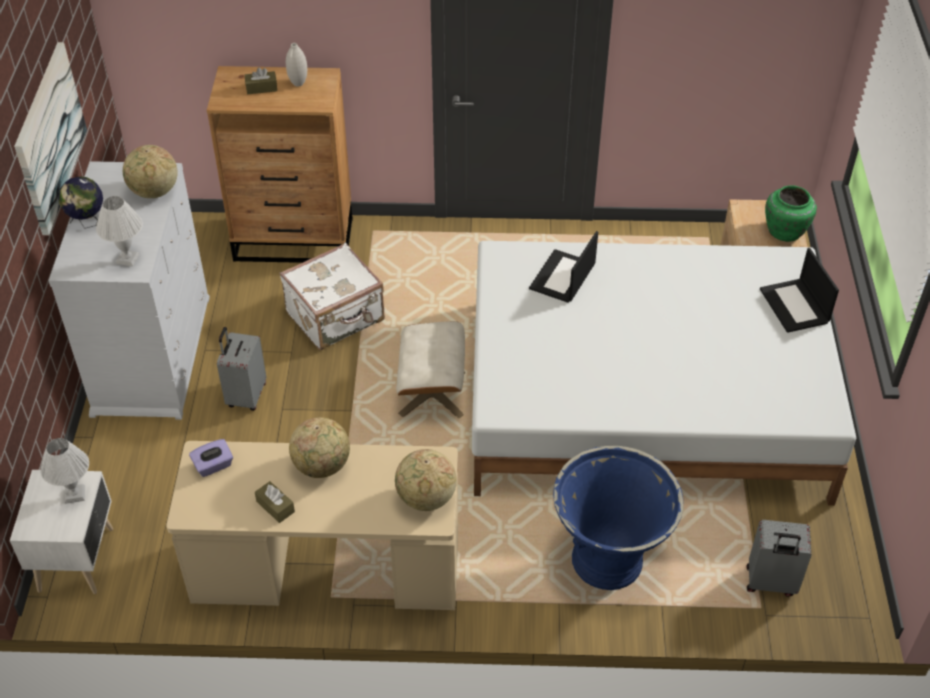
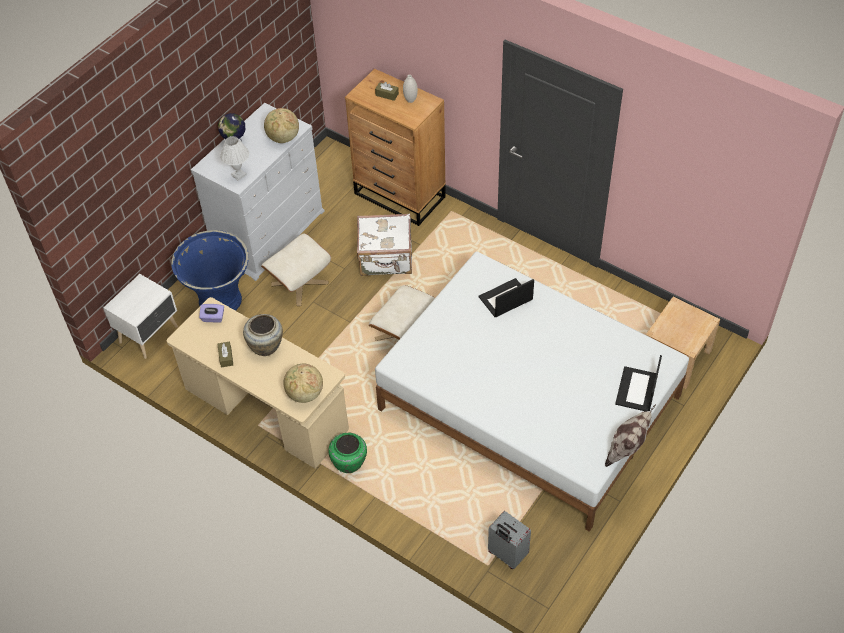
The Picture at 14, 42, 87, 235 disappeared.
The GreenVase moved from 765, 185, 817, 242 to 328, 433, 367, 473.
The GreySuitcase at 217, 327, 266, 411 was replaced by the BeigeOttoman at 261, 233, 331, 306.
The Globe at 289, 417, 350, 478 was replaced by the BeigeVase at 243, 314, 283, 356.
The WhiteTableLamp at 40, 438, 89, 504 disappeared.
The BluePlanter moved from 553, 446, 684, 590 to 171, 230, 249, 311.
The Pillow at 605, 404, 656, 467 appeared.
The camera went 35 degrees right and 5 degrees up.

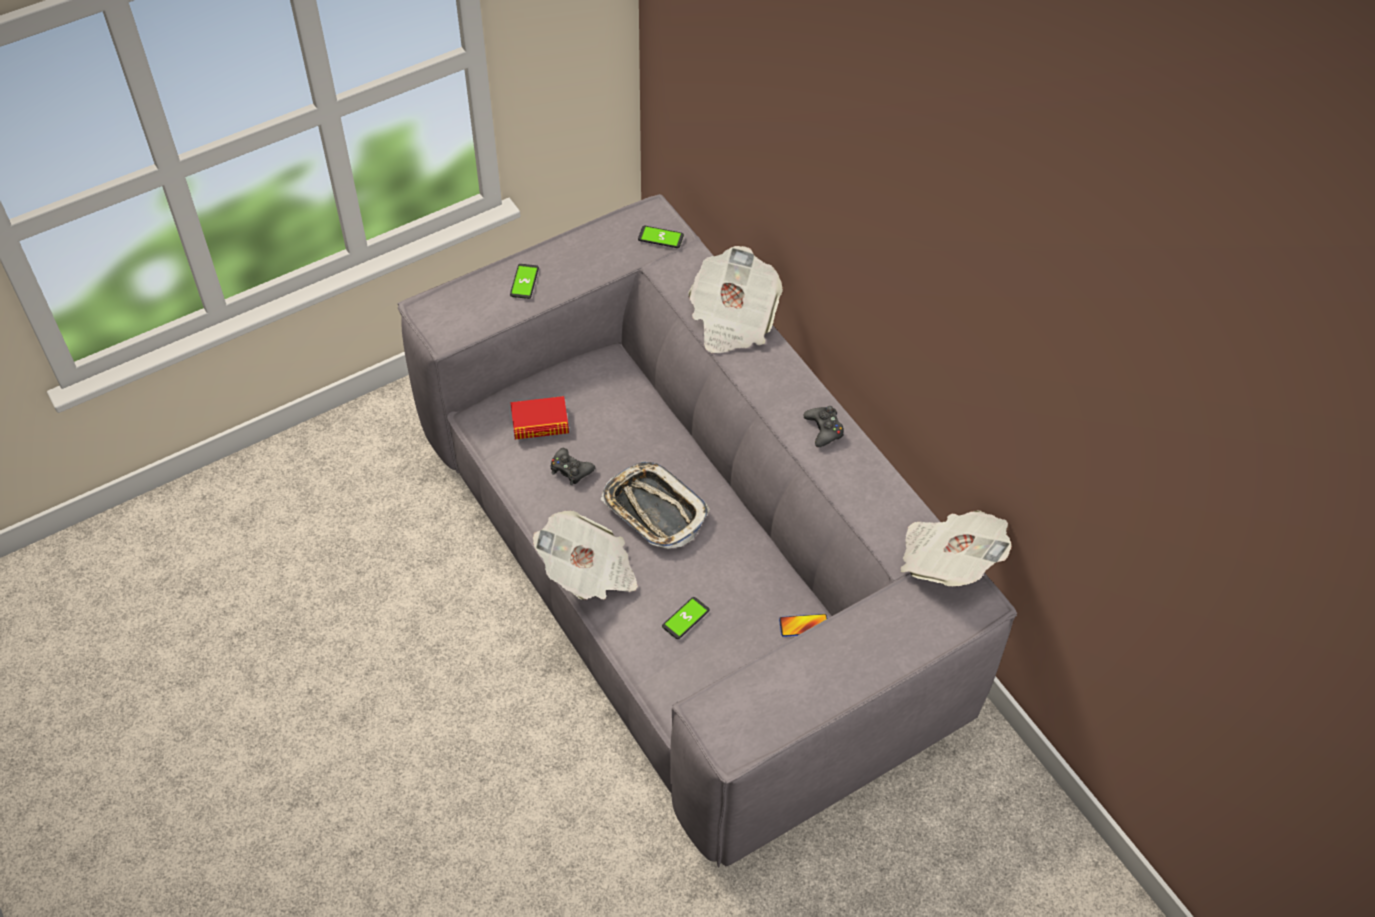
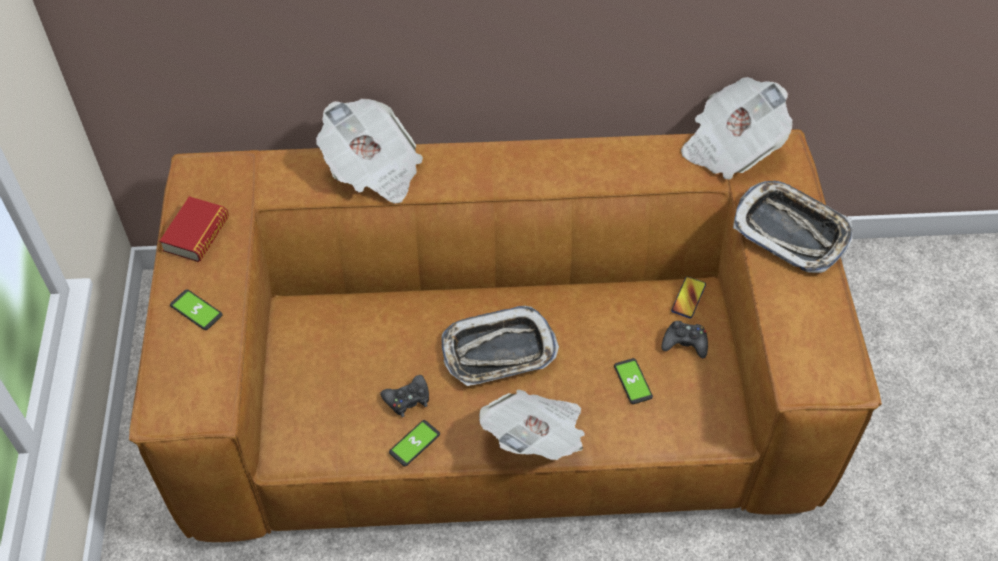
The GreySofa at 397, 194, 1017, 868 became the BrownSofa at 129, 129, 882, 542.
The Phone moved from 638, 226, 684, 248 to 389, 420, 440, 466.
The Book moved from 510, 396, 569, 440 to 159, 196, 229, 262.
The BlackGameController moved from 803, 406, 844, 447 to 662, 321, 708, 358.
The Tray at 733, 181, 853, 273 appeared.
The camera went 60 degrees left and 0 degrees up.

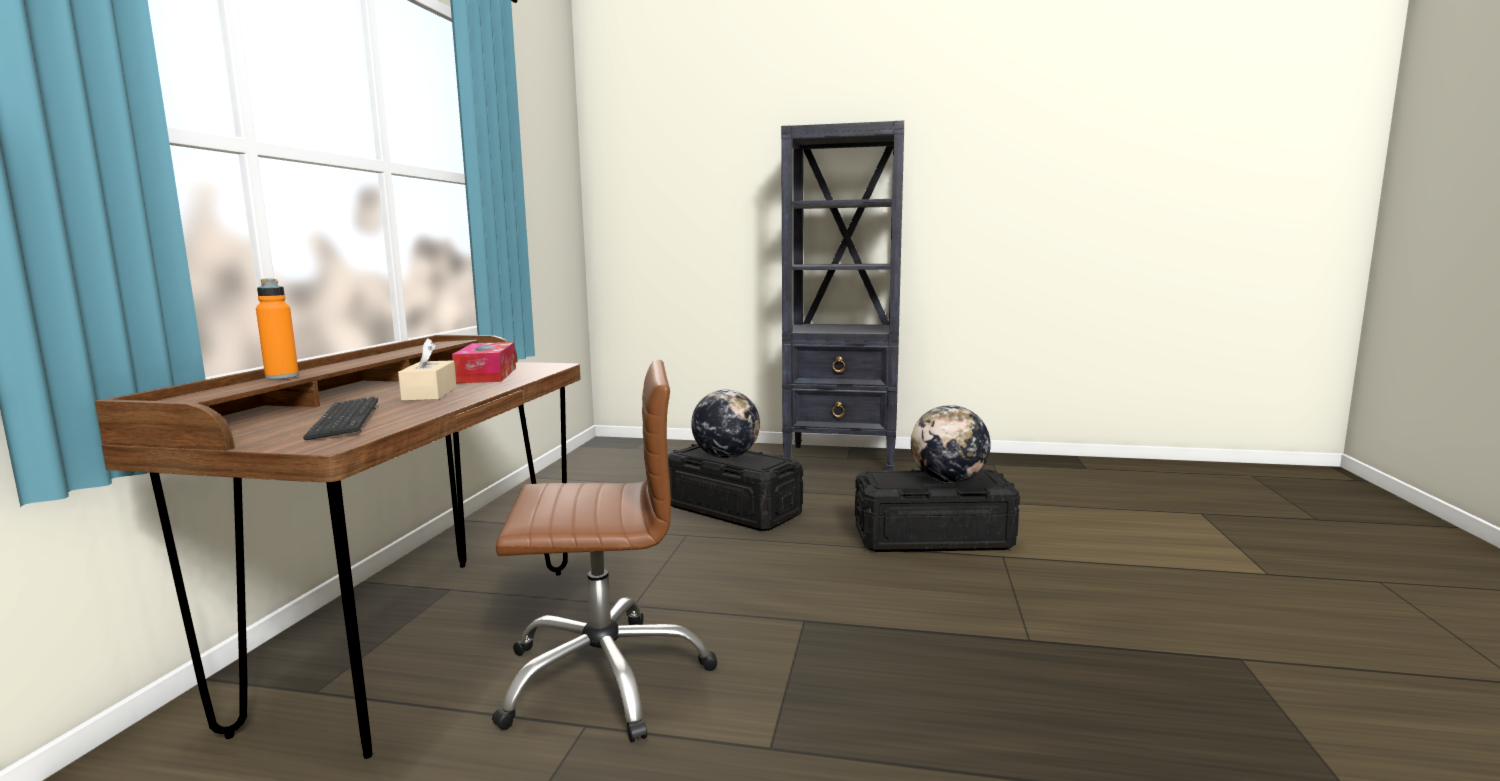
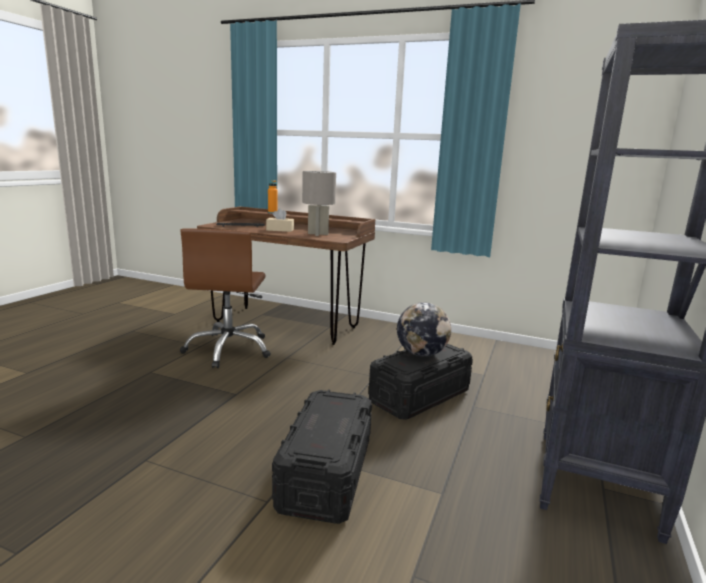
The TissueBox at 452, 342, 516, 383 was replaced by the GreyTableLamp at 302, 171, 336, 236.
The Globe at 911, 405, 991, 483 disappeared.
The camera went 100 degrees right and 5 degrees up.

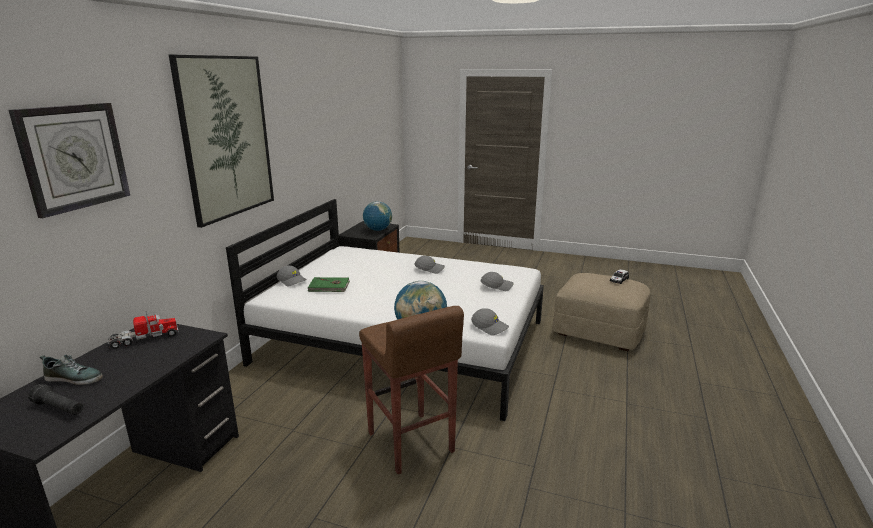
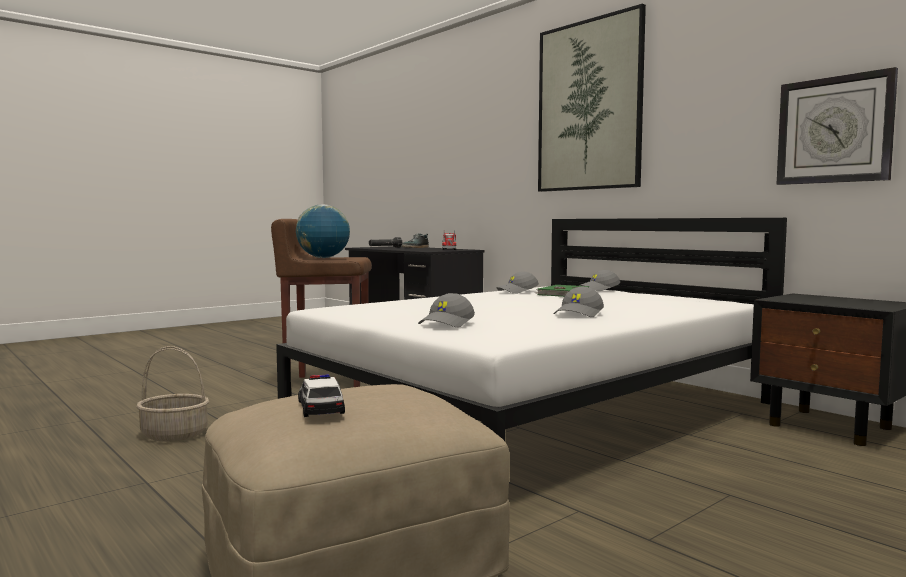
The WallClock moved from 8, 103, 130, 218 to 776, 67, 898, 185.
The Globe at 363, 201, 392, 231 disappeared.
The GreyCap moved from 471, 308, 509, 336 to 496, 271, 539, 294.
The Basket at 137, 346, 209, 441 appeared.
The camera went 120 degrees right and 15 degrees down.

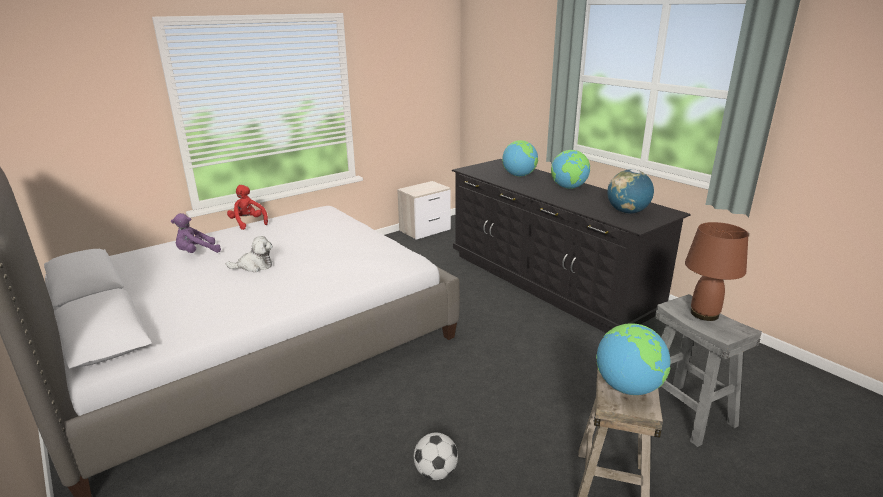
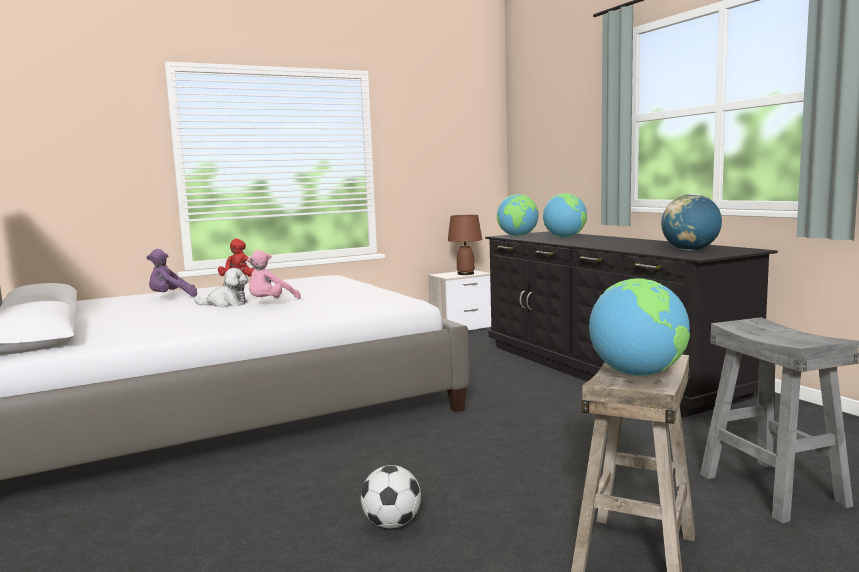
The Globe moved from 551, 150, 590, 189 to 497, 194, 539, 236.
The BrownTableLamp moved from 685, 222, 749, 321 to 448, 215, 482, 275.
The PinkPlushToy at 247, 250, 301, 299 appeared.
The camera went 10 degrees right and 15 degrees down.

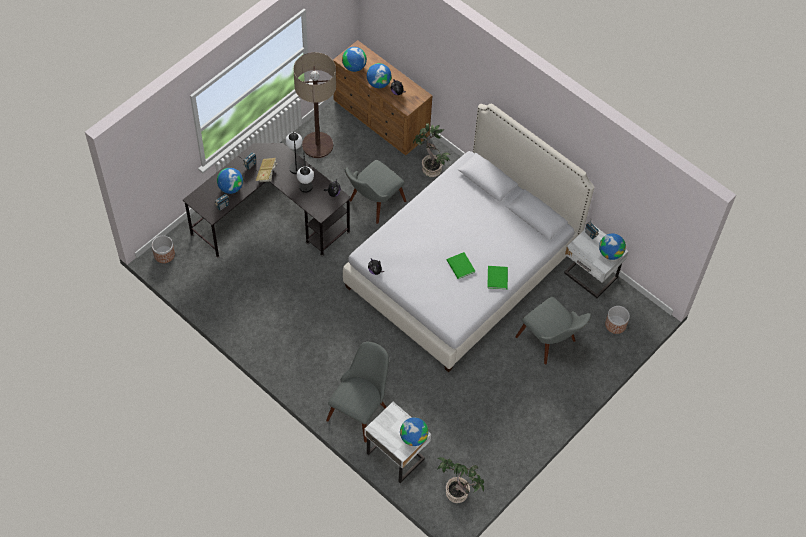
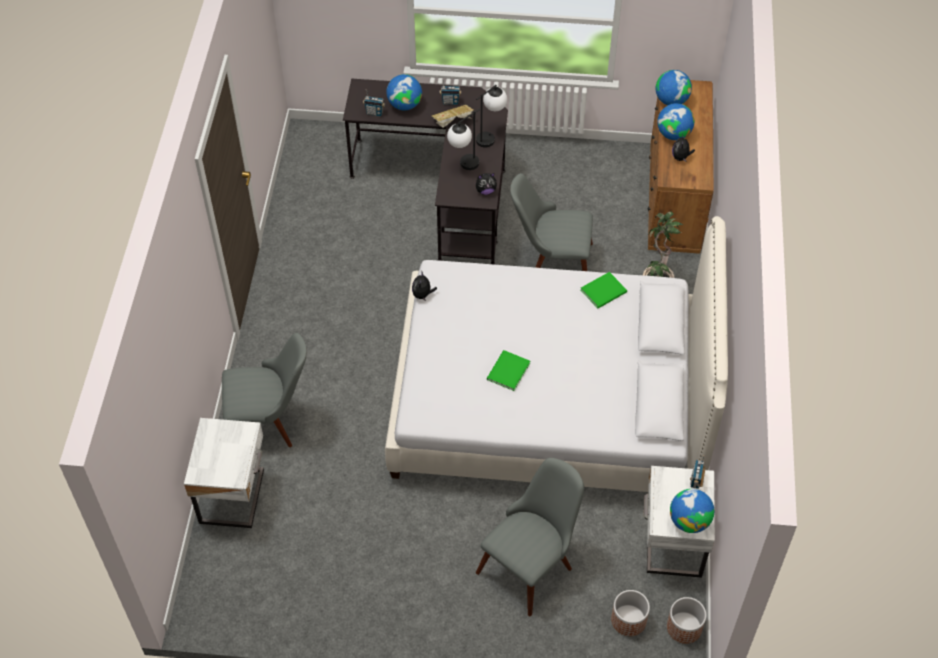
The FloorLamp at 293, 52, 336, 158 disappeared.
The Planter moved from 152, 236, 175, 263 to 667, 597, 706, 644.
The GreenBook moved from 487, 266, 508, 289 to 581, 272, 627, 308.
The GreyChair at 515, 297, 591, 365 turned 150 degrees counterclockwise.
The Globe at 400, 417, 428, 446 disappeared.
The PottedPlant at 437, 457, 484, 503 disappeared.
The camera went 55 degrees right and 5 degrees down.

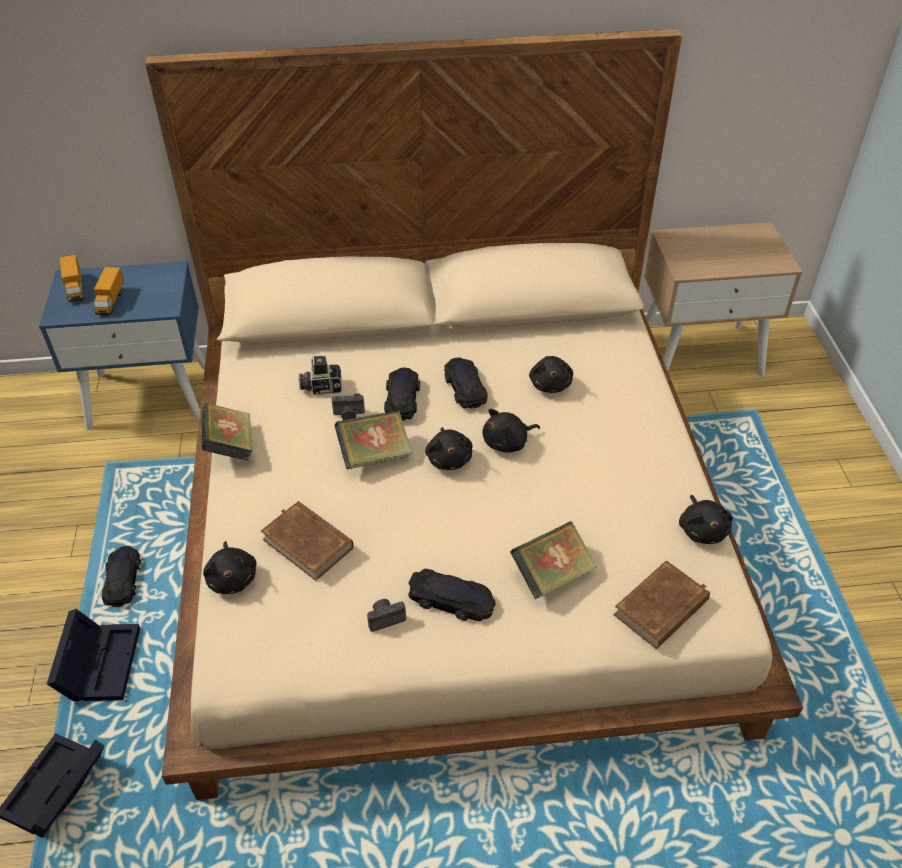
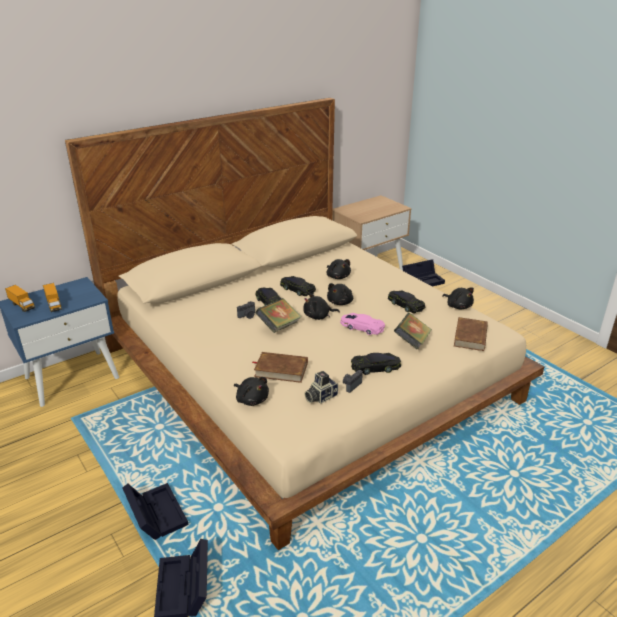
The PhotoCamera moved from 298, 355, 342, 395 to 305, 371, 338, 404.
The Book at 201, 403, 253, 461 disappeared.
The BlackPlushToy at 425, 427, 473, 470 turned 120 degrees clockwise.
The BlackToyCar moved from 101, 546, 141, 607 to 388, 290, 425, 313.
The BlackStorageBox at 402, 260, 445, 287 appeared.
The PinkToyCar at 340, 313, 385, 335 appeared.
The camera went 30 degrees left and 15 degrees down.

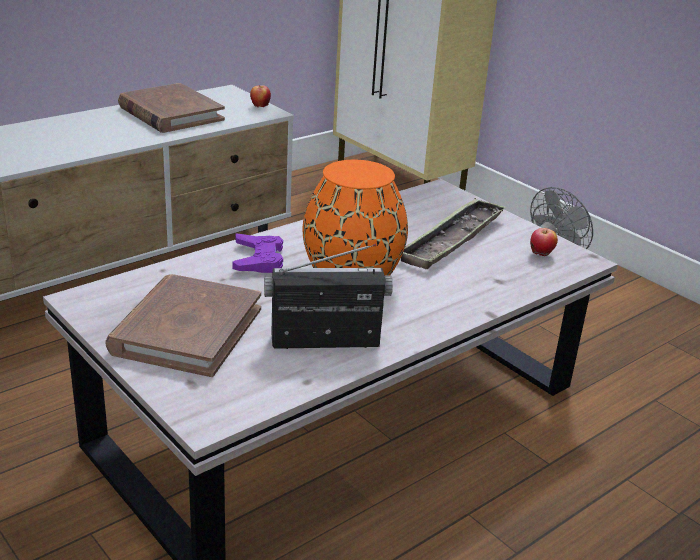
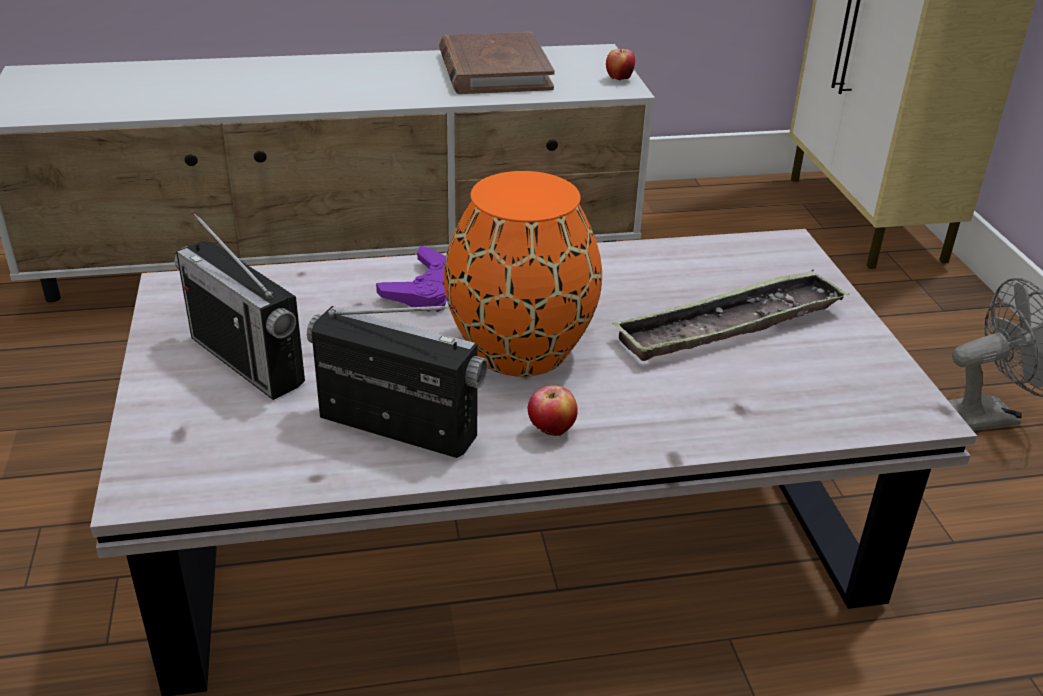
The Apple moved from 530, 228, 558, 256 to 528, 385, 578, 436.
The BrownBook at 105, 274, 261, 377 was replaced by the Radio at 174, 210, 305, 400.
The camera went 30 degrees right and 5 degrees up.

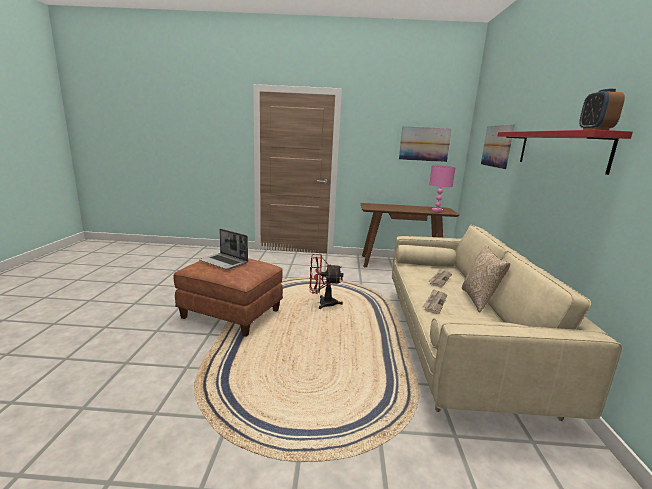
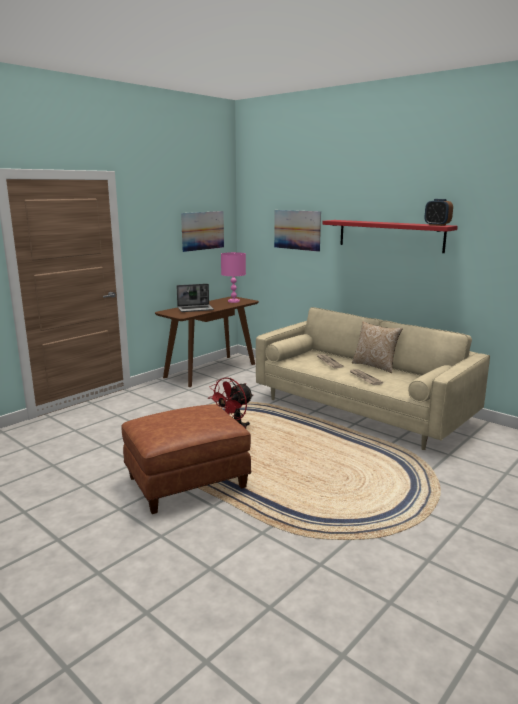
The Laptop moved from 199, 229, 248, 270 to 177, 284, 214, 312.
The camera went 50 degrees left and 0 degrees up.

